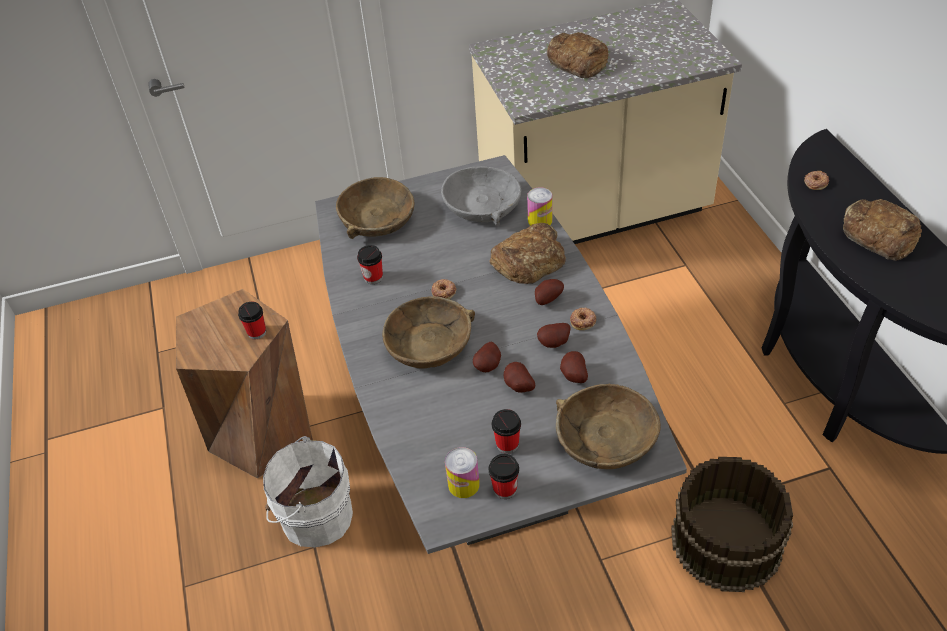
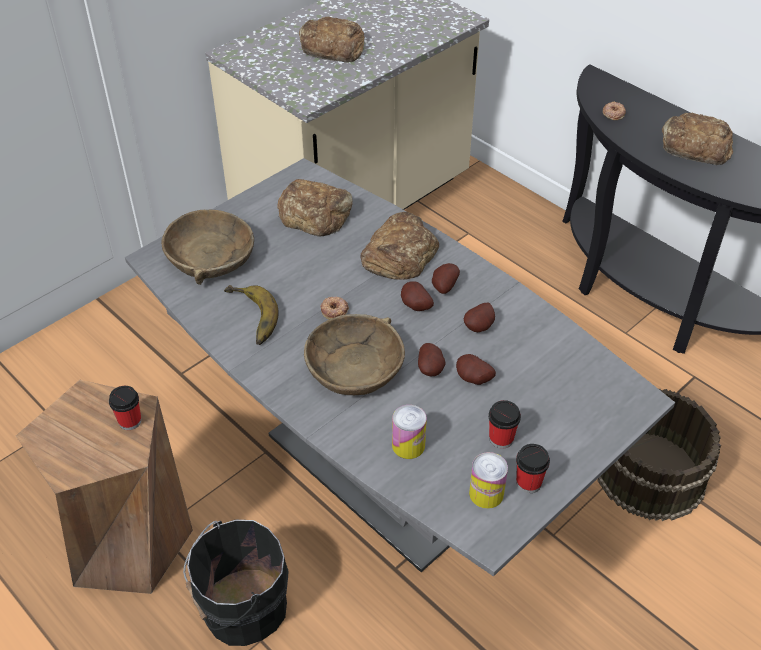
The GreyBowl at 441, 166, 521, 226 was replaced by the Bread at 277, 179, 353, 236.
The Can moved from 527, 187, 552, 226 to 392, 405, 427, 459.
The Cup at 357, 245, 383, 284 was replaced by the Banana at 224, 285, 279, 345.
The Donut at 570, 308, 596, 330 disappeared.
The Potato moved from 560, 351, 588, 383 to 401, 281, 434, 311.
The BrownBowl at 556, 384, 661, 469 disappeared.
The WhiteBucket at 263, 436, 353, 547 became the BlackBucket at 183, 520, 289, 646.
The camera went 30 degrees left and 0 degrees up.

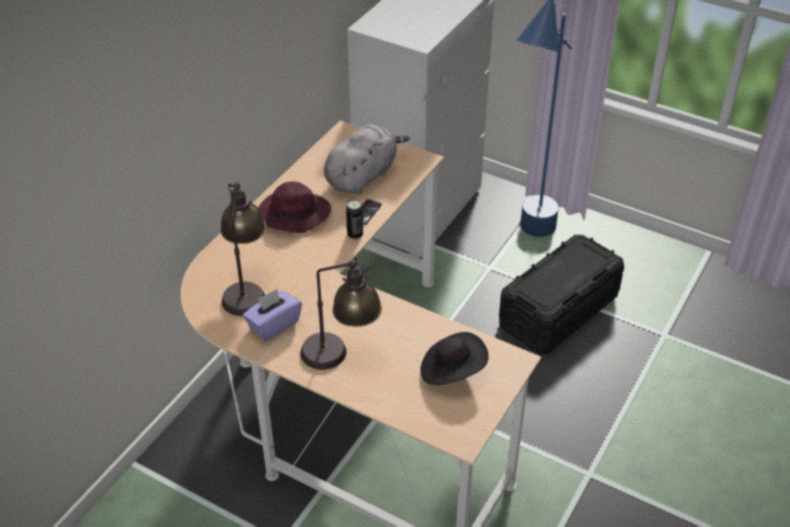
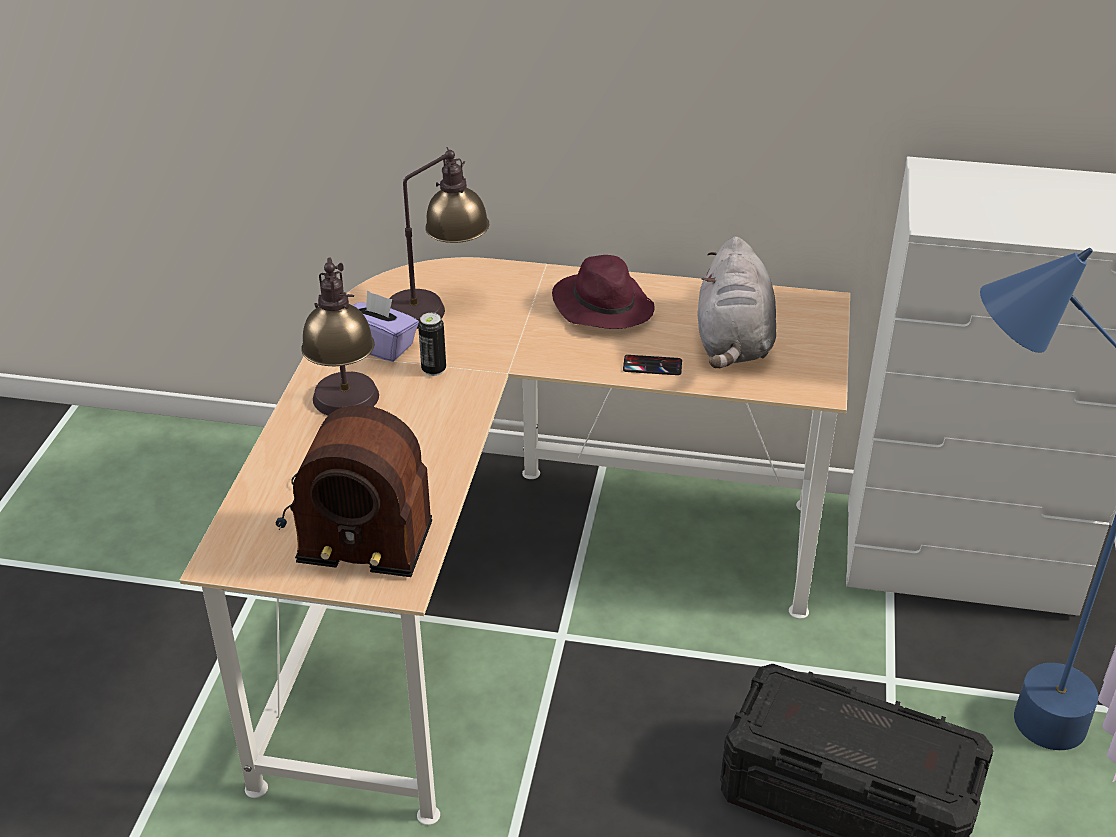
The GreyPlushToy at 324, 124, 410, 194 turned 75 degrees clockwise.
The Can moved from 346, 201, 363, 240 to 418, 313, 446, 376.
The BlackHat at 420, 332, 489, 385 was replaced by the Radio at 276, 405, 432, 577.
The camera went 70 degrees right and 5 degrees down.

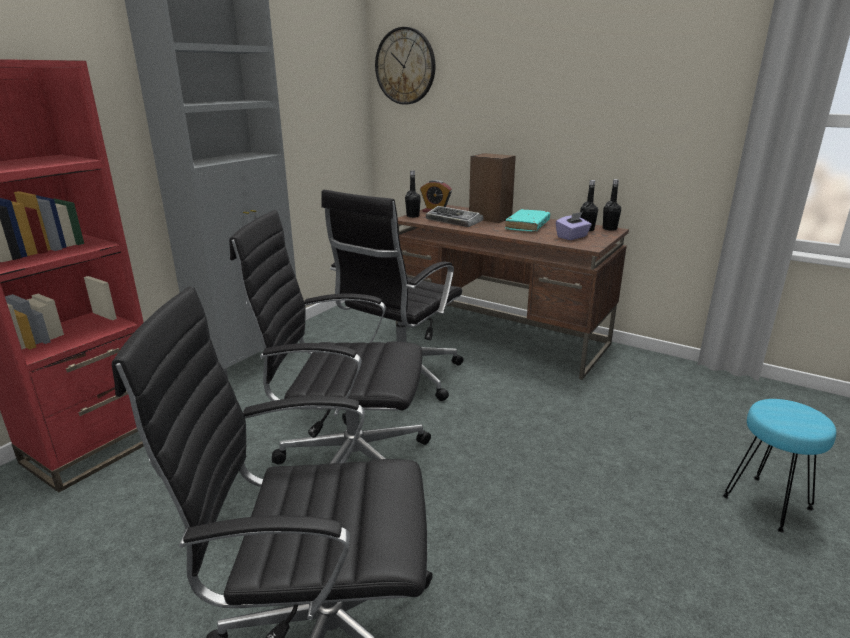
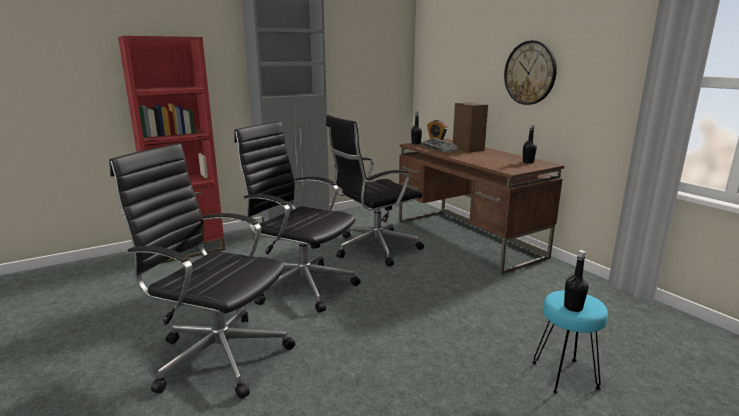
The WallClock moved from 375, 27, 435, 105 to 504, 40, 557, 105.
The BlackBottle moved from 603, 179, 621, 231 to 564, 250, 589, 312.
The TurquoiseBook at 505, 209, 550, 232 disappeared.
The PurpleTissueBox at 556, 212, 592, 240 disappeared.
The camera went 25 degrees right and 5 degrees down.

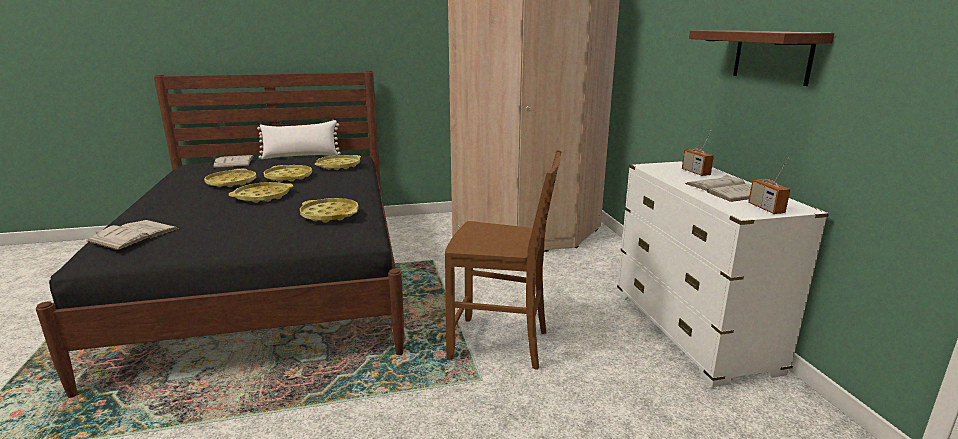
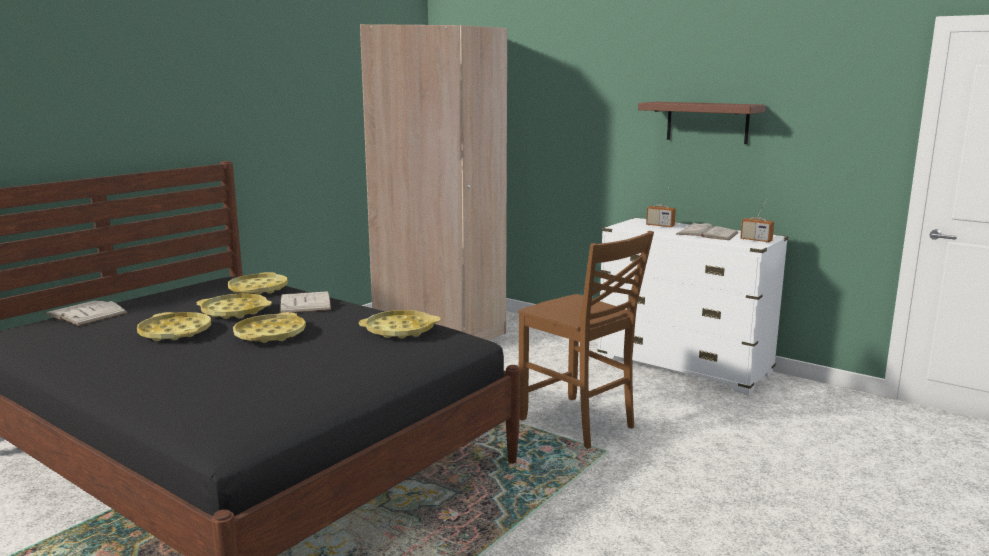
The WhitePillow at 257, 120, 341, 159 disappeared.
The BrownChair at 445, 150, 561, 370 turned 75 degrees clockwise.
The WhiteBook moved from 87, 220, 179, 250 to 280, 291, 331, 313.
The camera went 40 degrees left and 5 degrees down.

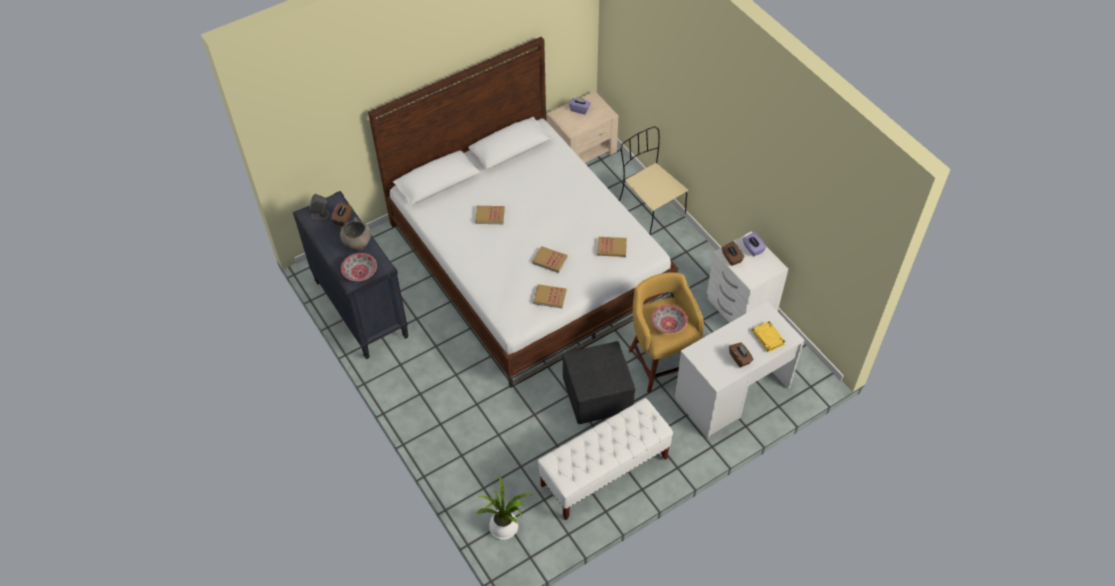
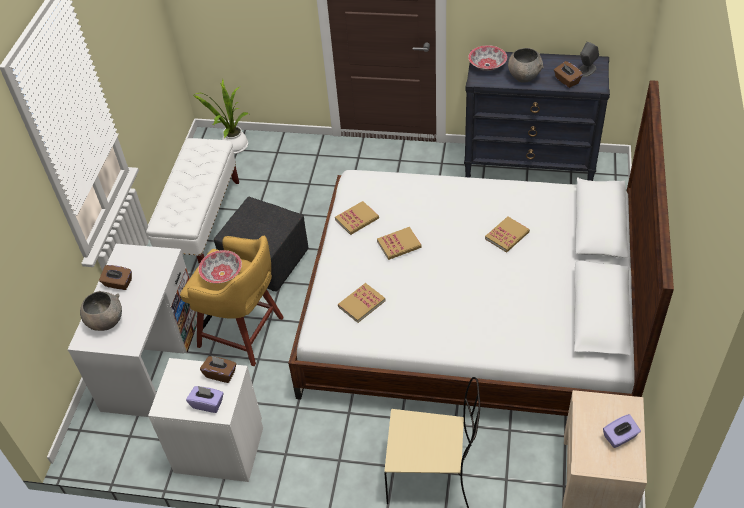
The YellowBook at 752, 321, 785, 352 was replaced by the GreyBowl at 80, 291, 122, 331.
The camera went 135 degrees right and 5 degrees down.

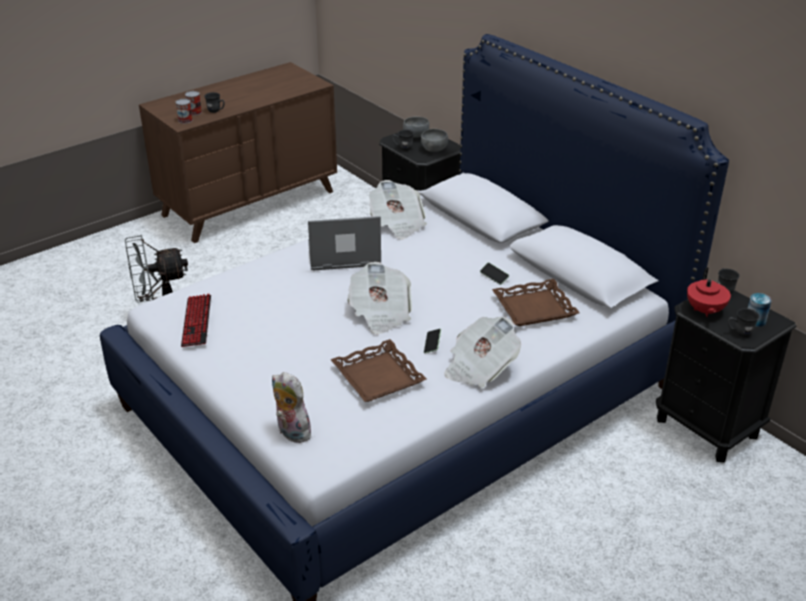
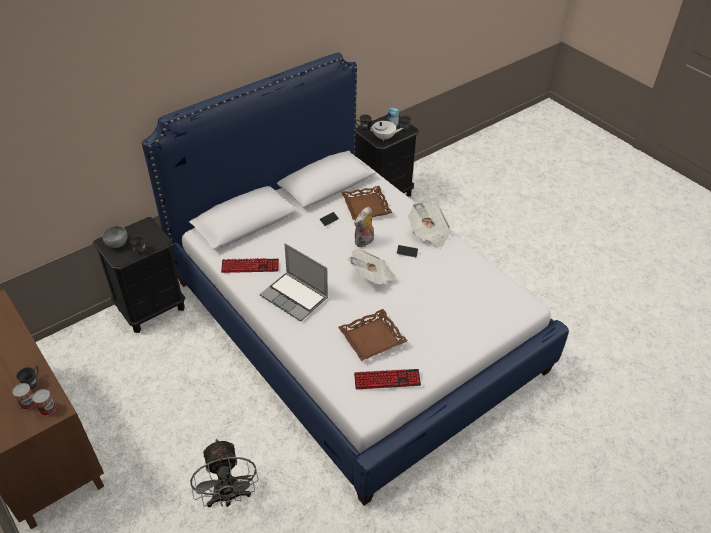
The GreyBowl at 421, 129, 448, 152 disappeared.
The Newspaper at 369, 180, 427, 240 was replaced by the Keyboard at 221, 258, 279, 273.
The Laptop at 308, 216, 381, 270 turned 45 degrees counterclockwise.
The RedTeapot at 687, 268, 731, 317 became the WhiteTeapot at 368, 119, 403, 142.
The BrownTray moved from 330, 339, 426, 402 to 338, 309, 407, 361.
The PlushToy moved from 272, 372, 311, 443 to 354, 207, 374, 247.
The camera went 90 degrees left and 10 degrees up.

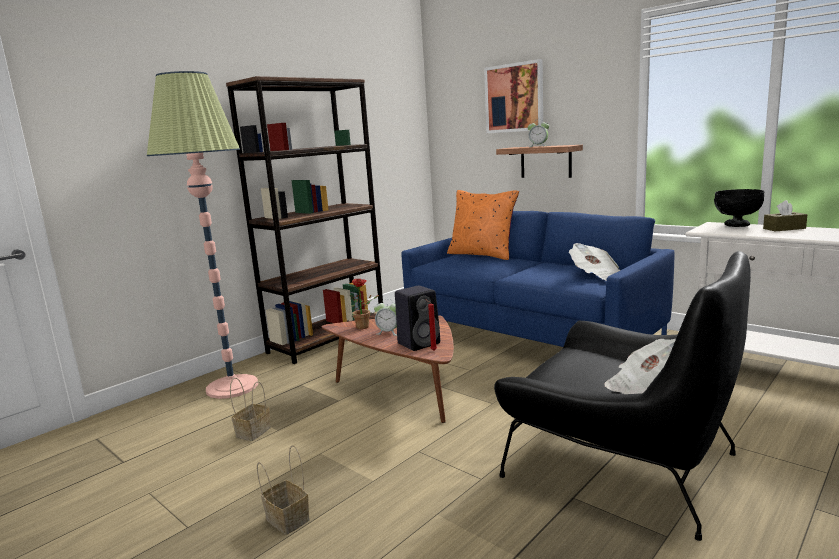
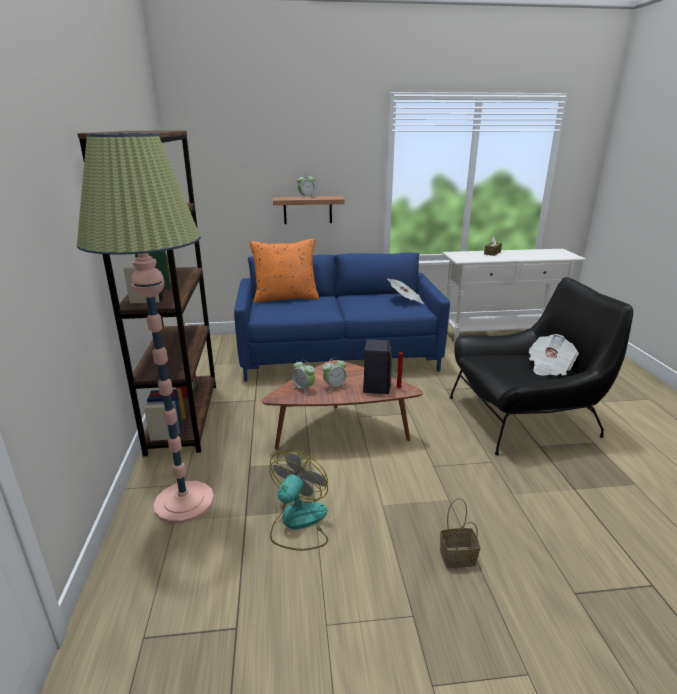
The Picture at 484, 59, 543, 133 disappeared.
The BlackBowl at 714, 189, 765, 227 disappeared.
The PottedPlant at 349, 279, 379, 329 was replaced by the AlarmClock at 292, 360, 315, 395.
The Basket at 230, 378, 271, 441 was replaced by the Fan at 270, 450, 328, 551.
The camera went 50 degrees left and 10 degrees up.

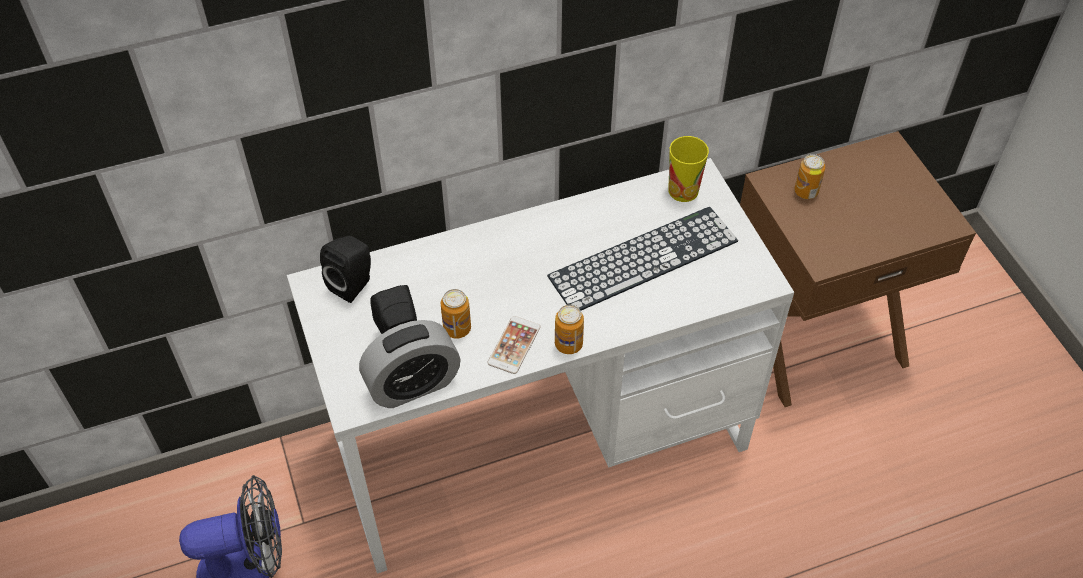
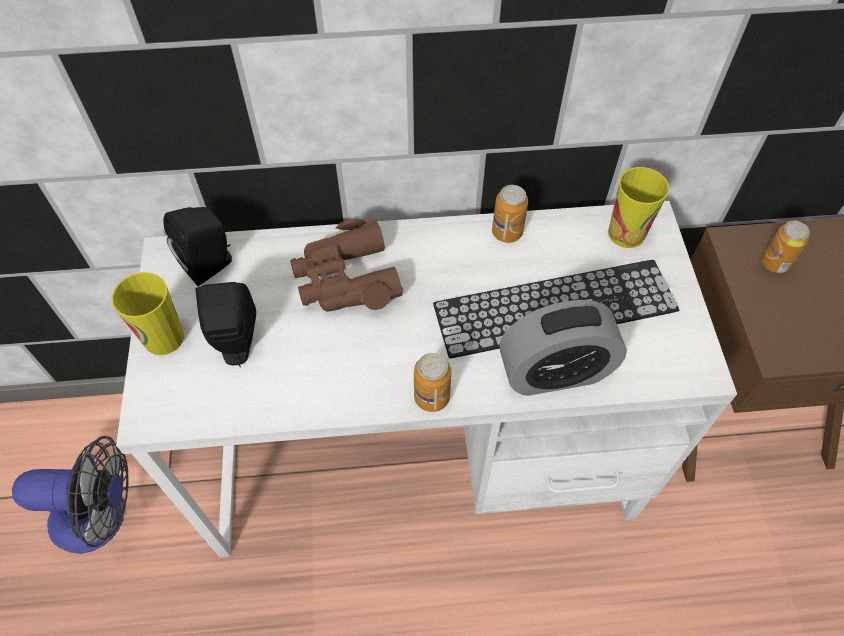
The Can moved from 441, 289, 471, 339 to 492, 185, 528, 243.
The Phone at 487, 316, 540, 374 disappeared.
The AlarmClock moved from 359, 320, 461, 408 to 499, 300, 627, 396.
The BrownBinoculars at 290, 219, 403, 311 appeared.
The Cup at 112, 272, 184, 355 appeared.
The camera went 15 degrees right and 5 degrees up.

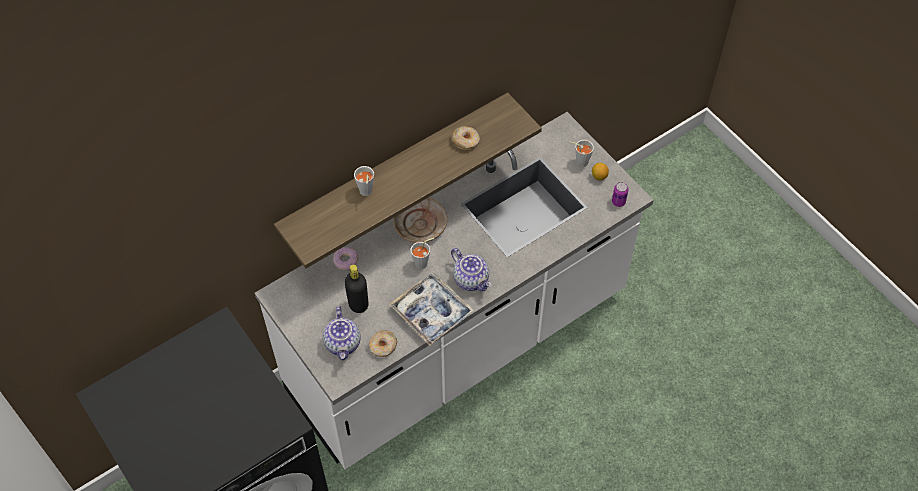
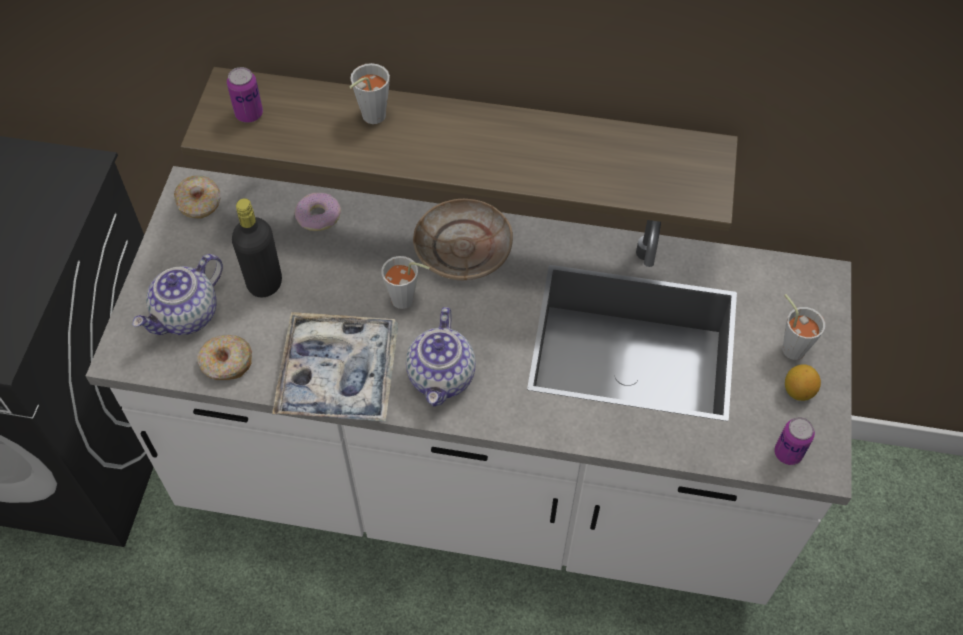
The Donut moved from 452, 126, 480, 150 to 174, 175, 220, 219.
The Can at 227, 67, 263, 123 appeared.
The camera went 45 degrees right and 0 degrees up.

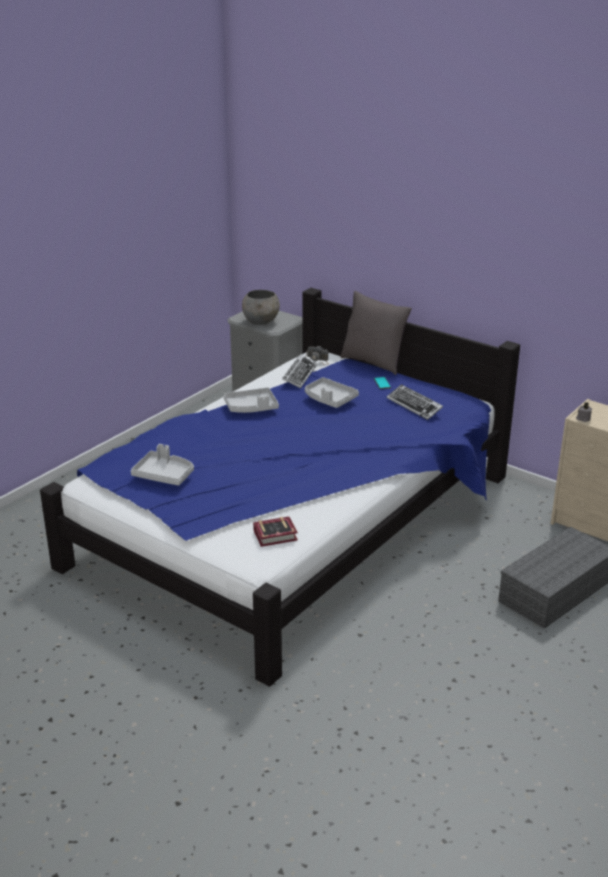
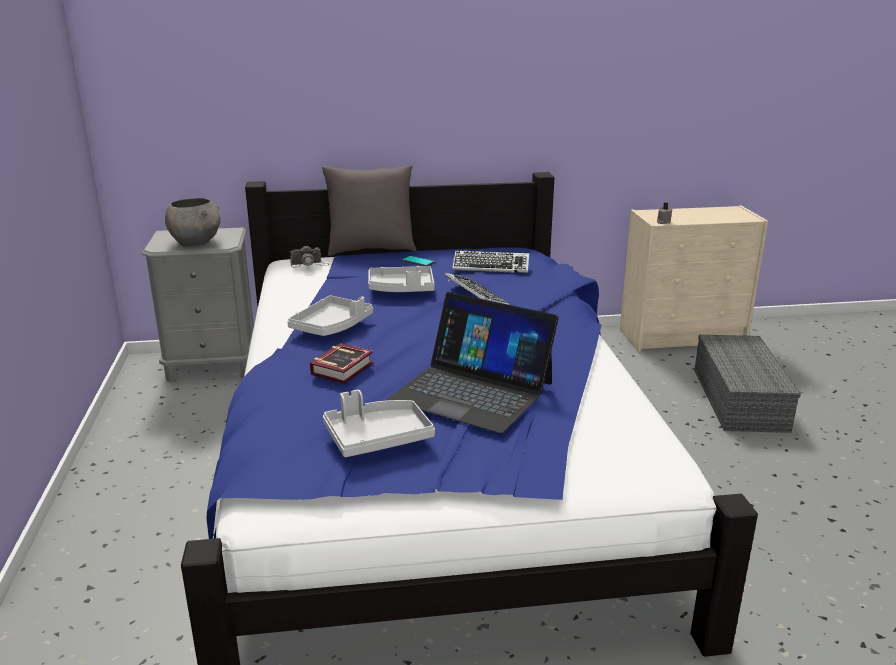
The Keyboard moved from 282, 355, 317, 388 to 445, 273, 509, 305.
The Book moved from 253, 517, 298, 547 to 310, 343, 374, 384.
The Laptop at 387, 292, 559, 433 appeared.
The camera went 45 degrees left and 5 degrees down.

